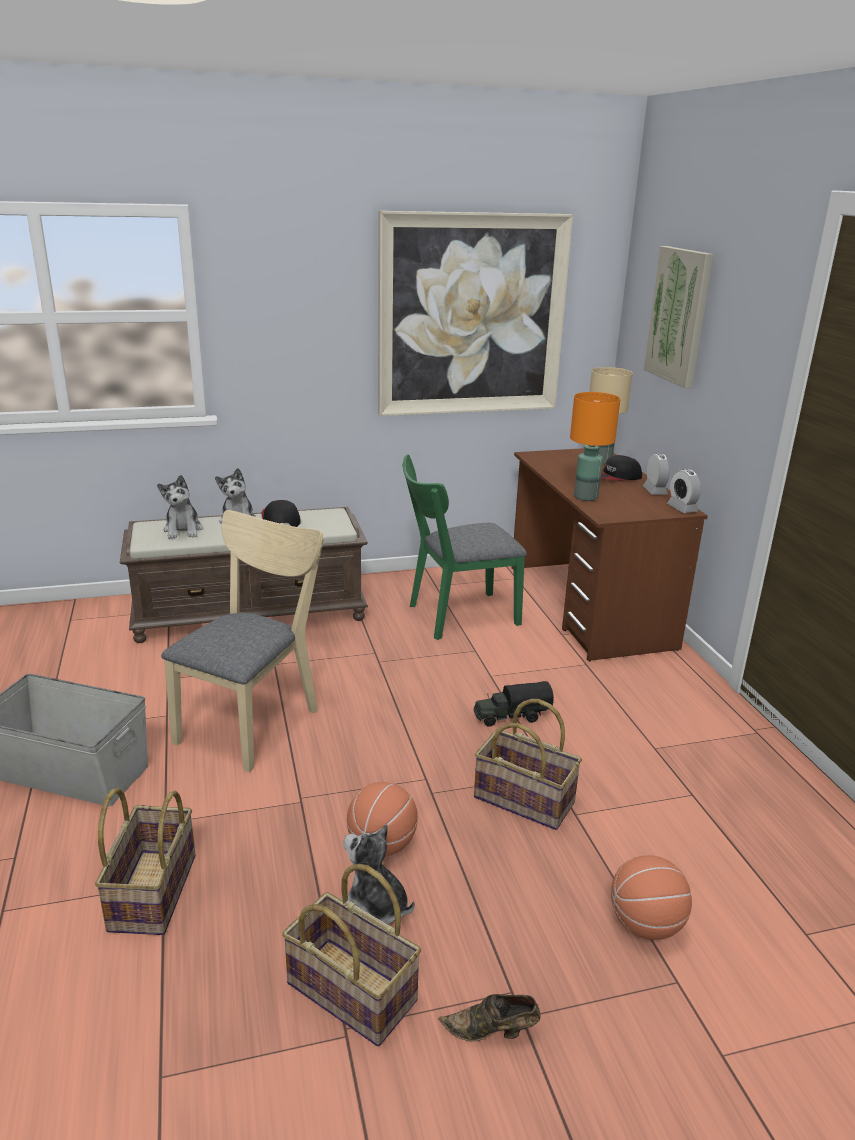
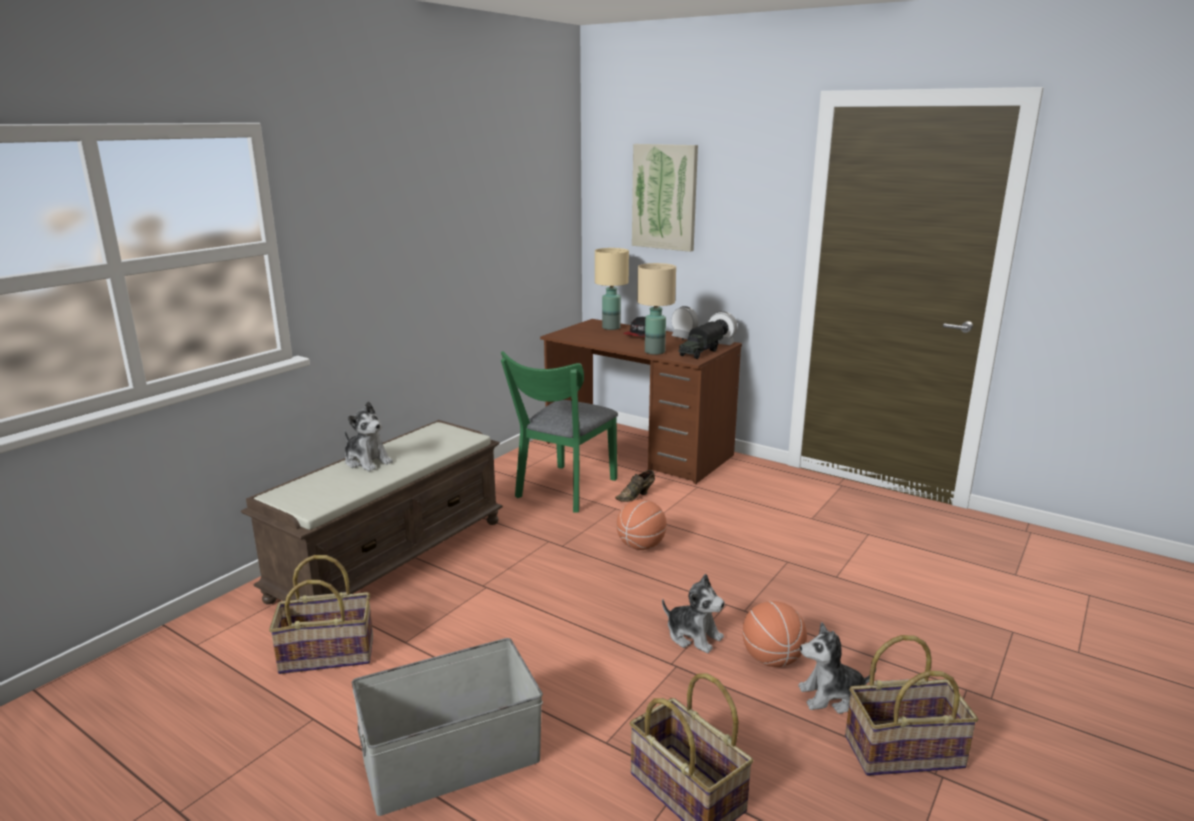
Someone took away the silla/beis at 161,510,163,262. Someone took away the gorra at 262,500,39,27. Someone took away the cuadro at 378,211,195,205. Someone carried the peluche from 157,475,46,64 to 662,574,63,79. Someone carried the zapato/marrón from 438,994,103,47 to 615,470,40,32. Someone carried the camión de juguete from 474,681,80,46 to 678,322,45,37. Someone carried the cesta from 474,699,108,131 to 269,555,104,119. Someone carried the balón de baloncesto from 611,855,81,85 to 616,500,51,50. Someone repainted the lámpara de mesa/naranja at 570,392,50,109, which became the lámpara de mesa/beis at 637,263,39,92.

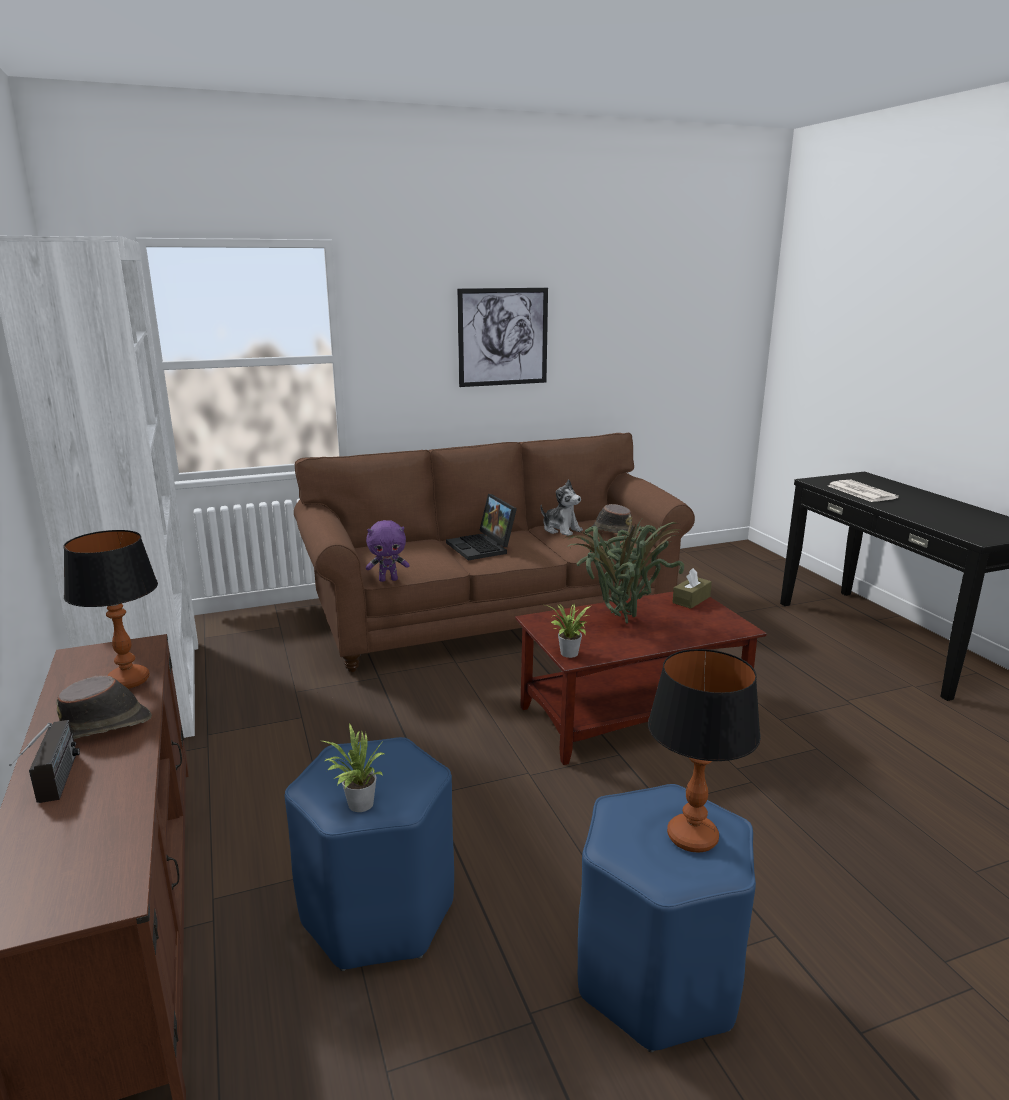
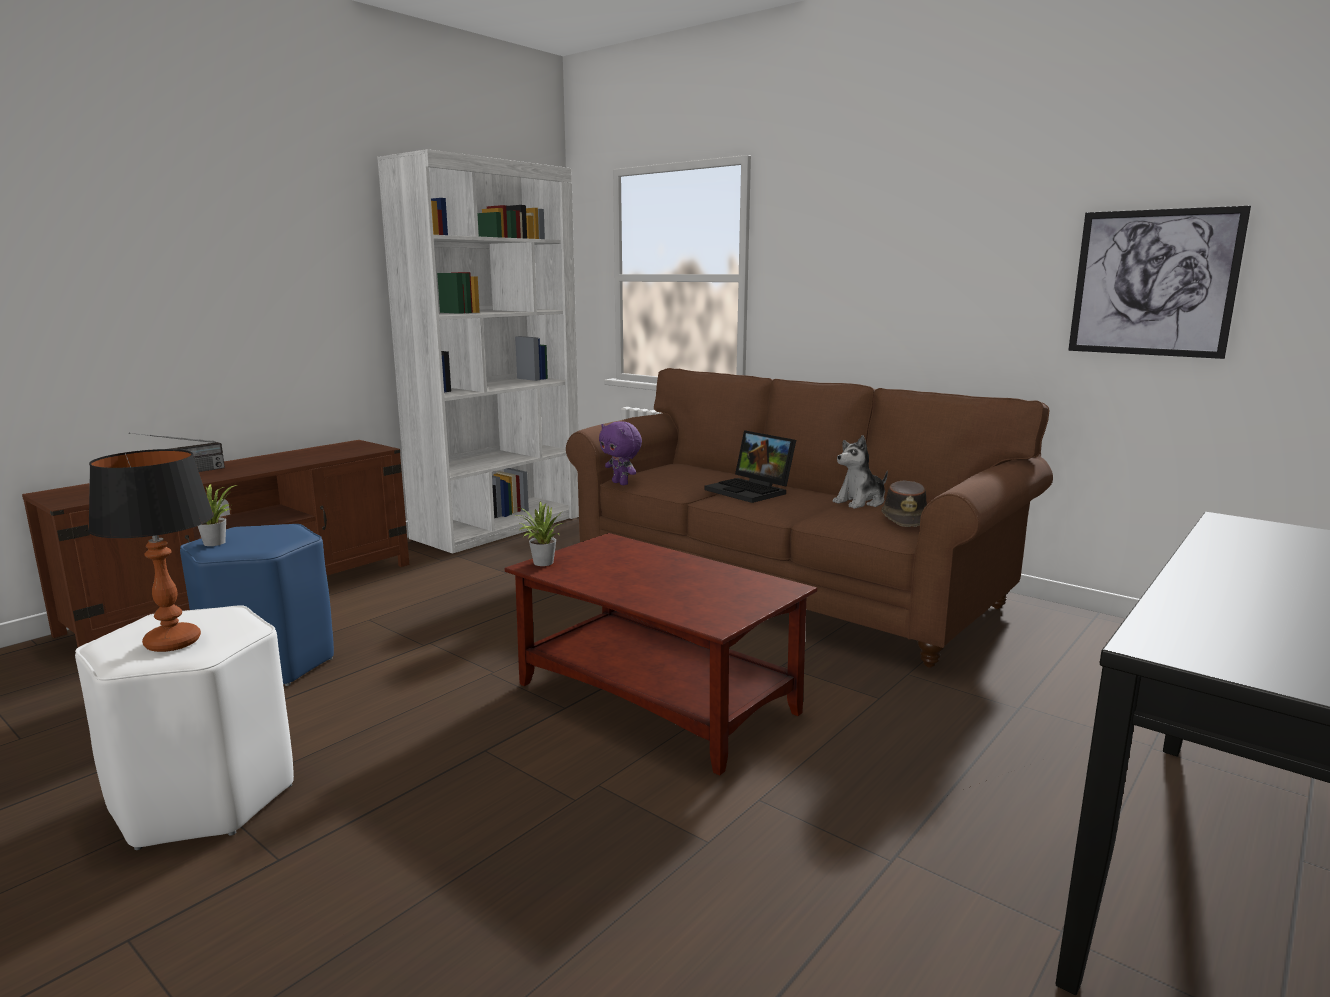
Someone took away the sombrero/marrón at 56,676,96,63. Someone took away the lámpara de mesa at 63,530,95,159. Someone took away the planta en maceta at 565,518,119,105. Someone took away the caja de pañuelos/marrón at 672,568,40,41. Someone took away the periódico at 829,480,70,22. Someone carried the cuadro from 457,288,91,99 to 1068,206,183,153. Someone repainted the taburete/azul at 578,784,178,268, which became the taburete/blanco at 75,605,219,245. Someone rotated the portátil at 446,494,71,66 by 75 degrees counterclockwise. Someone rotated the peluche at 540,480,43,56 by 45 degrees clockwise.

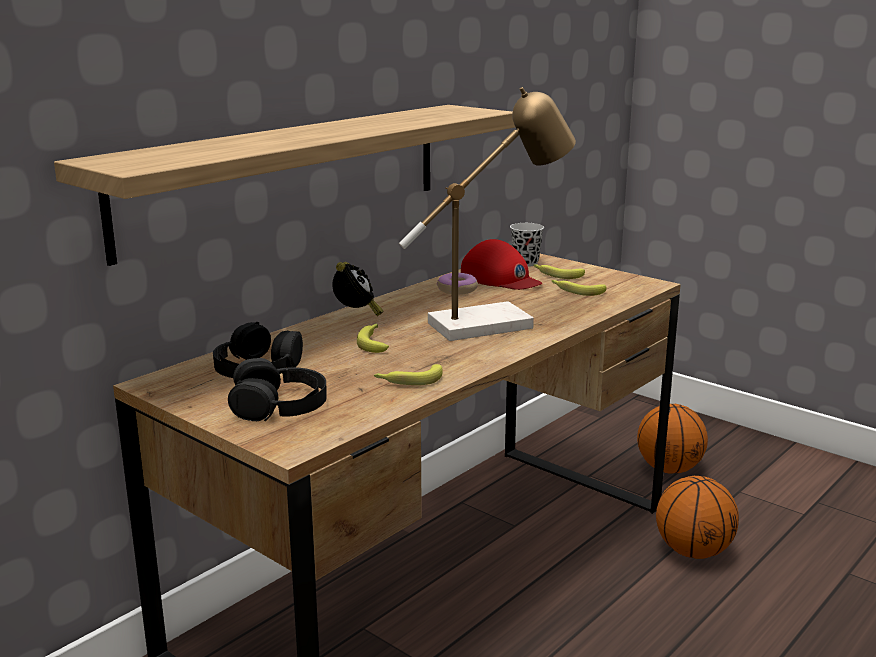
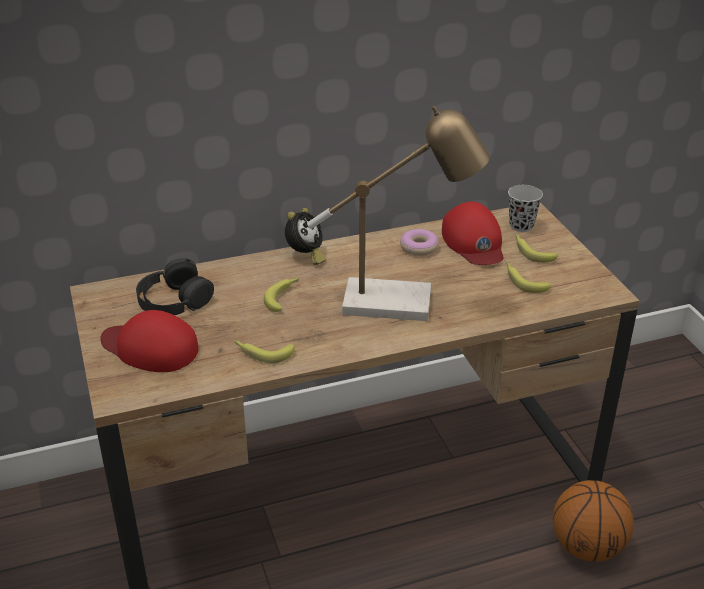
Someone took away the estante at 54,105,461,161. Someone took away the balón de baloncesto at 637,404,71,70. Someone swapped the auriculares/negro at 228,358,99,63 for the gorra/rojo at 100,310,99,62.

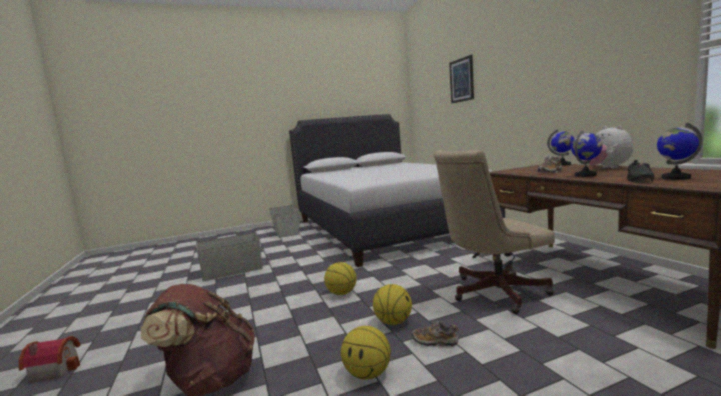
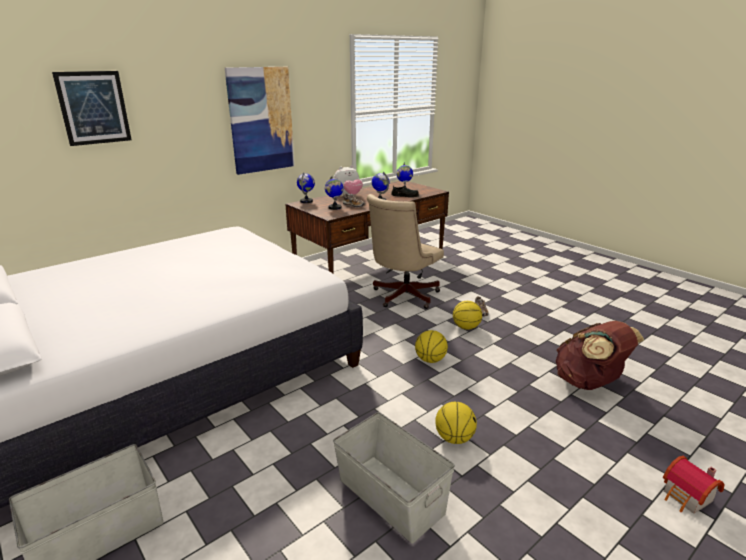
Someone put up the cuadro at 225,67,70,108. Someone put down the globo terráqueo at 325,176,19,34. Someone carried the balón de baloncesto from 341,326,50,54 to 435,402,42,42. Someone rotated the silla de oficina/beis at 434,150,121,164 by 75 degrees clockwise.

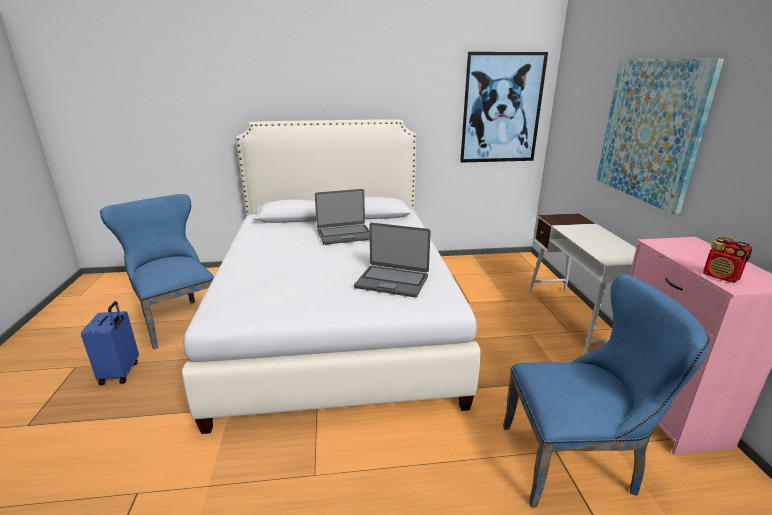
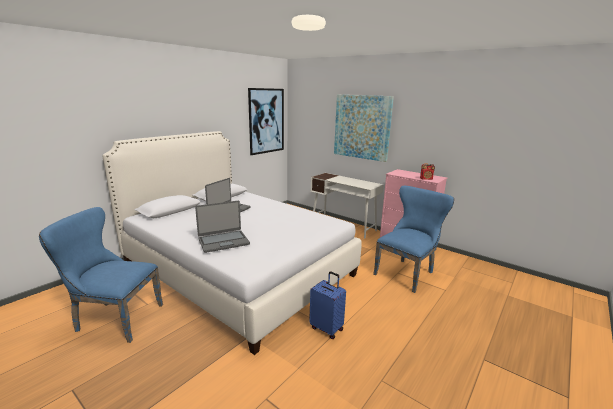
Someone carried the maleta/azul from 81,301,58,84 to 309,271,37,68. Someone carried the portátil from 354,223,77,74 to 195,201,55,52.

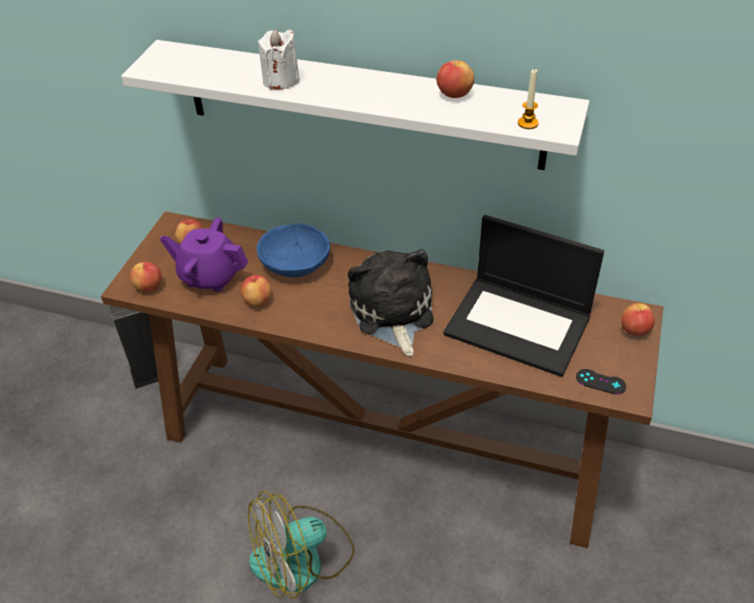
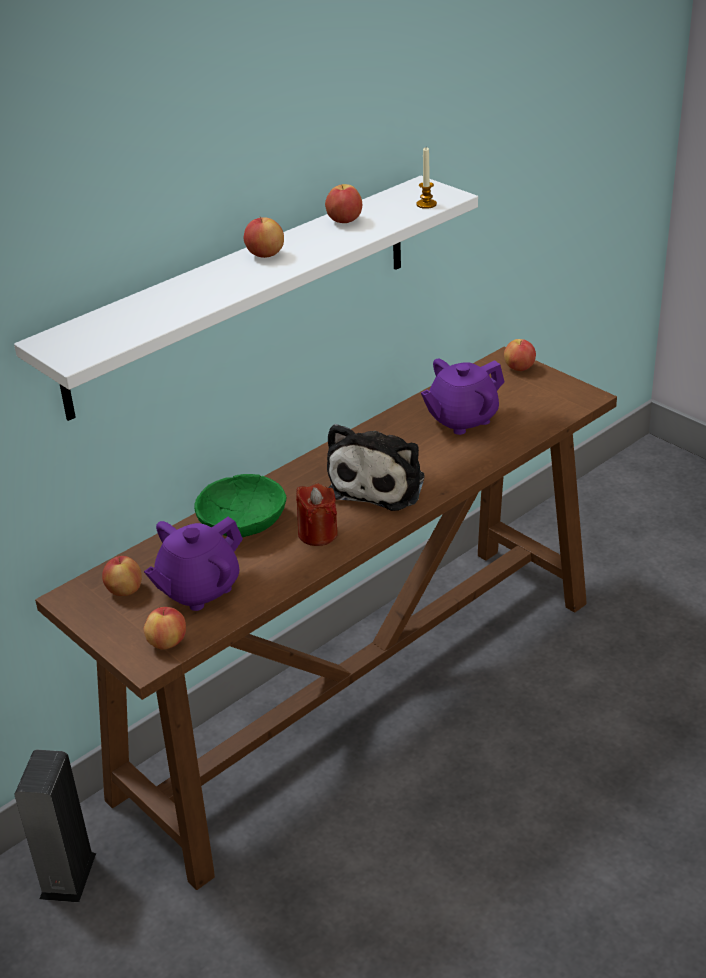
Someone took away the ventilador at 248,491,107,107. Someone took away the vela/blanco at 258,29,42,61. Someone took away the mando de consola/negro at 576,369,50,26. Someone put down the vela/rojo at 296,484,42,62. Someone carried the manzana from 241,275,30,32 to 244,217,40,41. Someone swapped the portátil at 443,215,161,162 for the tetera/morado at 421,359,83,76. Someone repainted the cuenco/azul at 257,223,73,54, which became the cuenco/verde at 194,474,92,63. Someone rotated the peluche at 348,249,86,107 by 90 degrees counterclockwise.

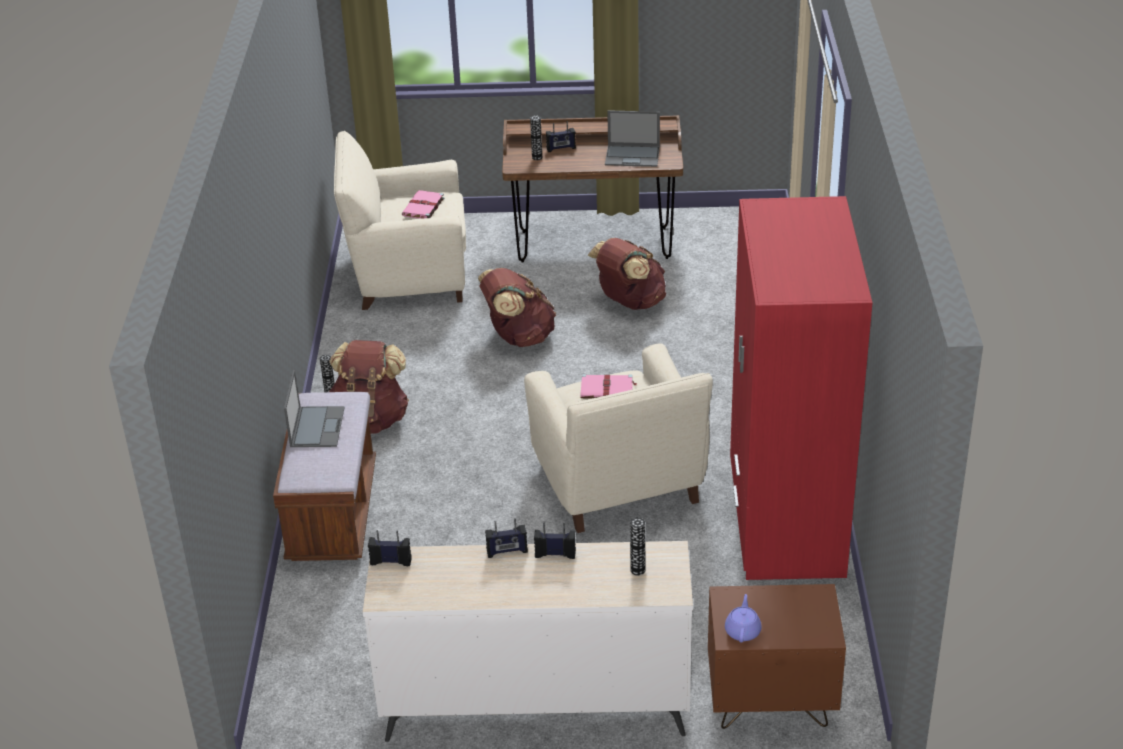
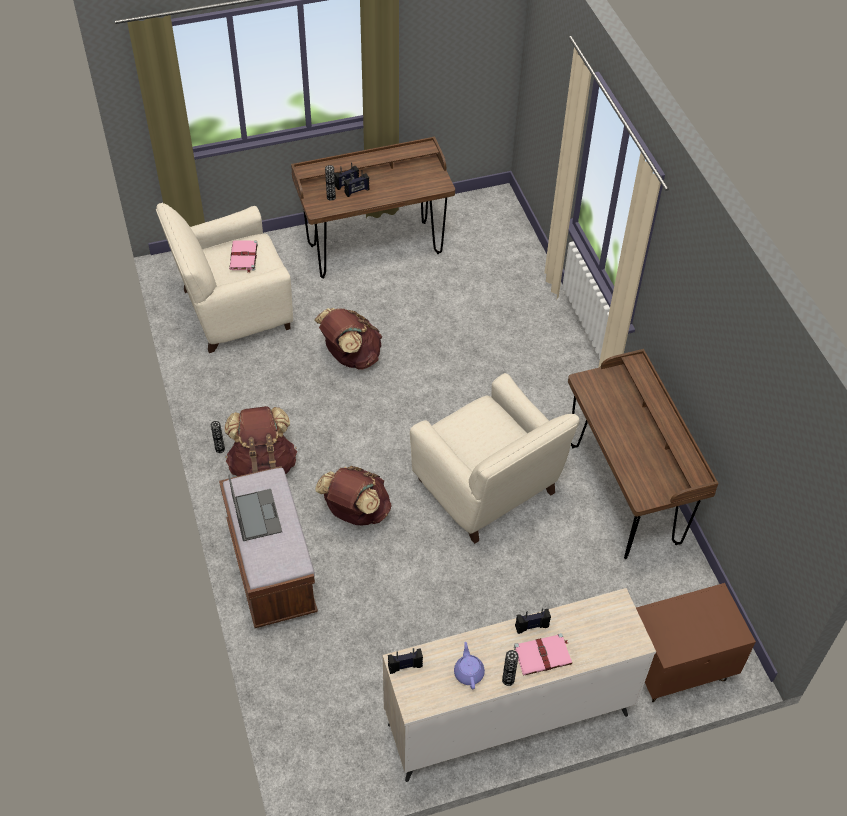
Someone took away the portátil at 605,110,55,57. Someone carried the radio from 485,518,43,40 to 344,170,26,27. Someone carried the libro/rosa from 580,374,57,25 to 514,633,58,43. Someone carried the mochila/marrón from 588,238,78,72 to 315,466,77,59. Someone carried the florero from 630,518,15,57 to 502,650,17,36. Someone carried the tetera/morado from 725,594,37,49 to 454,642,31,47. Someone swapped the armario ropero/rojo at 730,196,143,384 for the escritorio/marrón at 568,349,151,210.

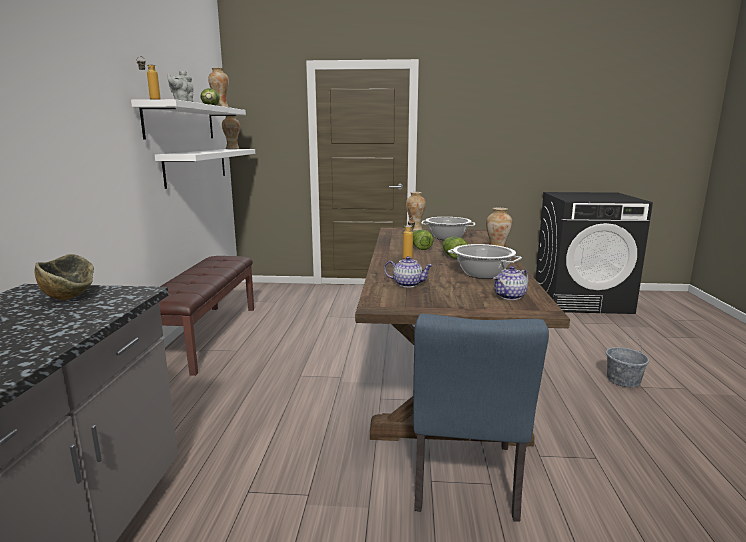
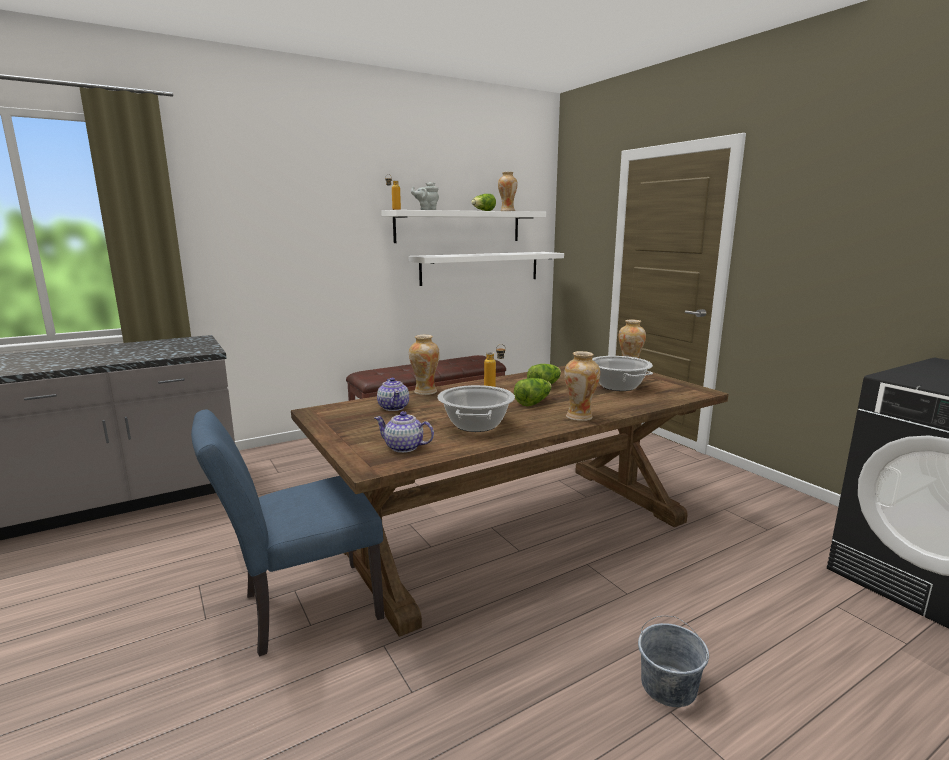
Someone took away the cuenco at 35,254,59,46. Someone carried the florero from 222,116,18,33 to 409,335,31,60.

